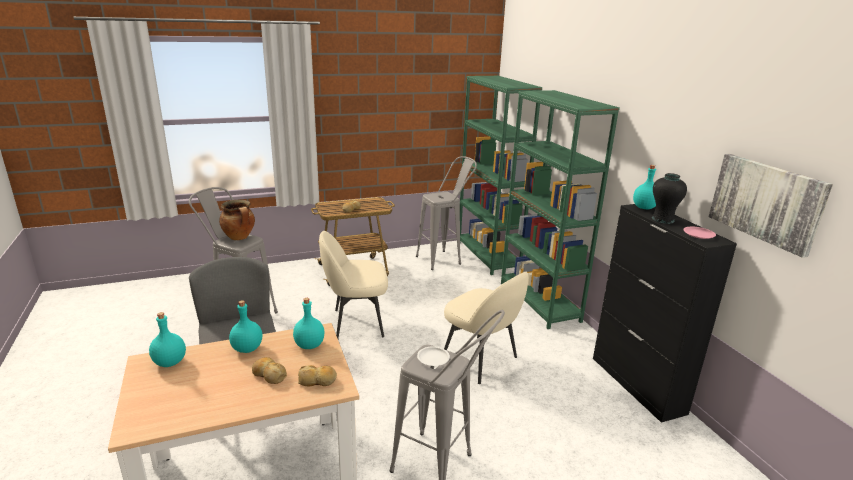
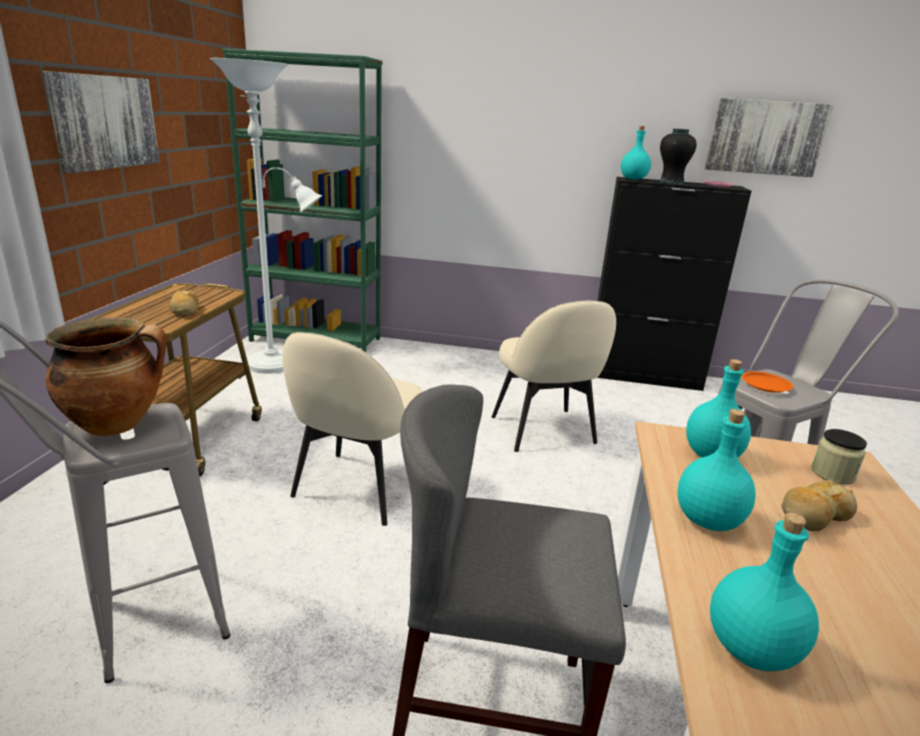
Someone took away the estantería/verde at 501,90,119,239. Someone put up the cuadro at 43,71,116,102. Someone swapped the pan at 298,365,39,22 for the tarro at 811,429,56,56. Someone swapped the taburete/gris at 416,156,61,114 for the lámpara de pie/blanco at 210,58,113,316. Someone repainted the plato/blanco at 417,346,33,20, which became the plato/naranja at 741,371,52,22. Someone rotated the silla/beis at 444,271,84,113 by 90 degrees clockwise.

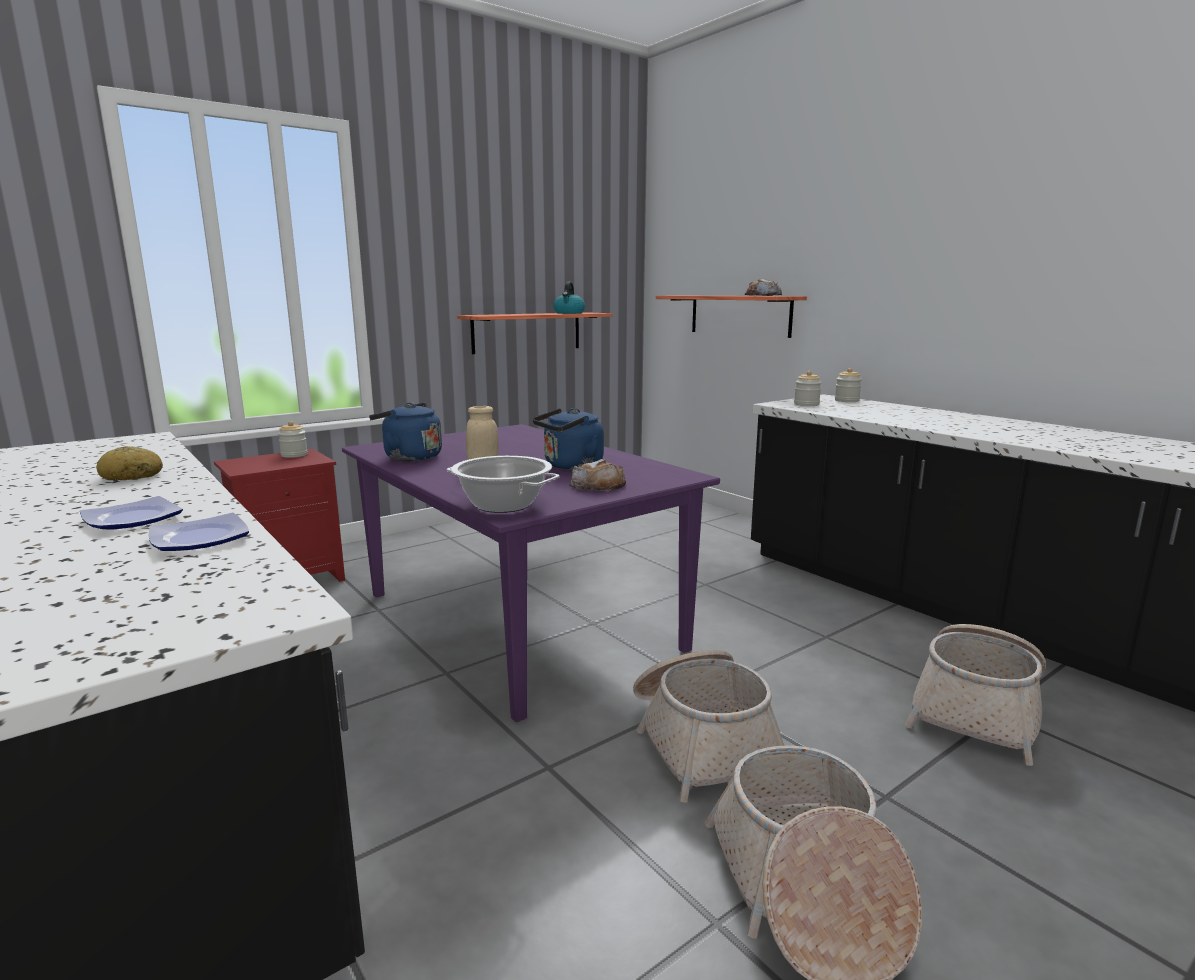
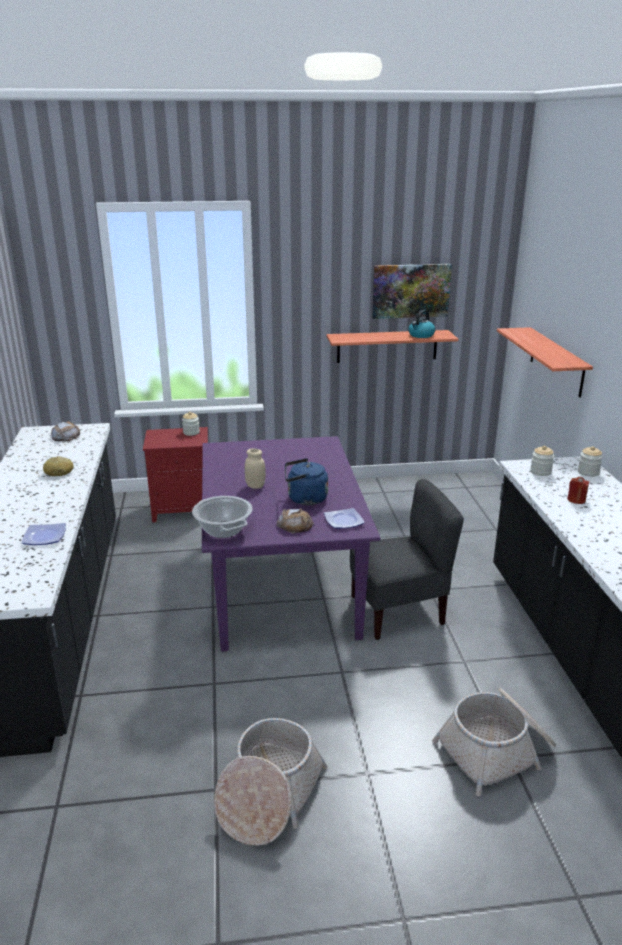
Someone took away the hervidor/azul at 369,403,73,58. Someone took away the cesta at 633,650,151,153. Someone put down the silla/gris at 350,479,114,161. Someone put up the cuadro at 372,264,80,55. Someone put down the vela/rojo at 567,477,23,27. Someone carried the plato from 80,496,103,34 to 324,508,41,21. Someone carried the pan from 745,278,37,18 to 51,421,29,20.

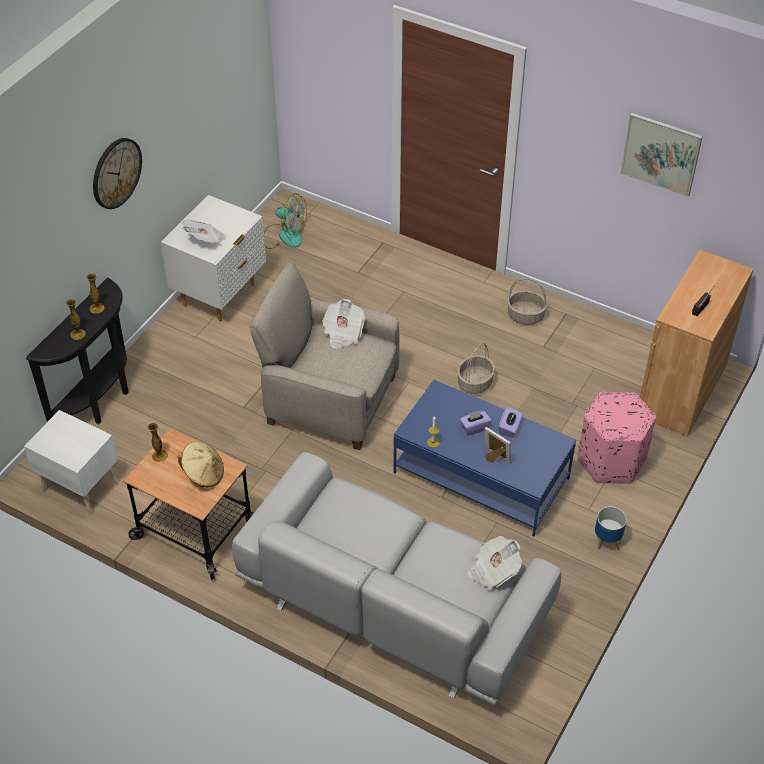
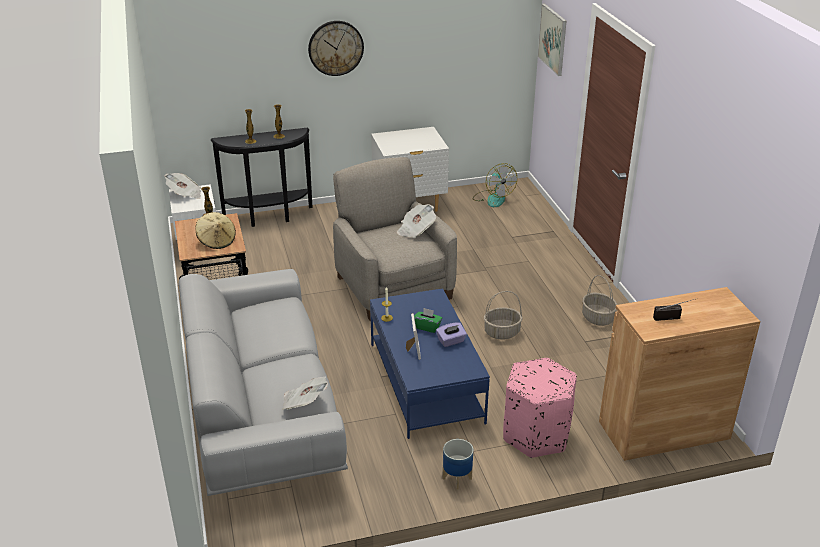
Someone carried the periódico from 182,219,45,24 to 165,173,36,26. Someone carried the cuadro from 620,113,83,84 to 538,3,28,73. Someone repainted the caja de pañuelos/morado at 460,410,32,26, which became the caja de pañuelos/verde at 414,308,28,25.

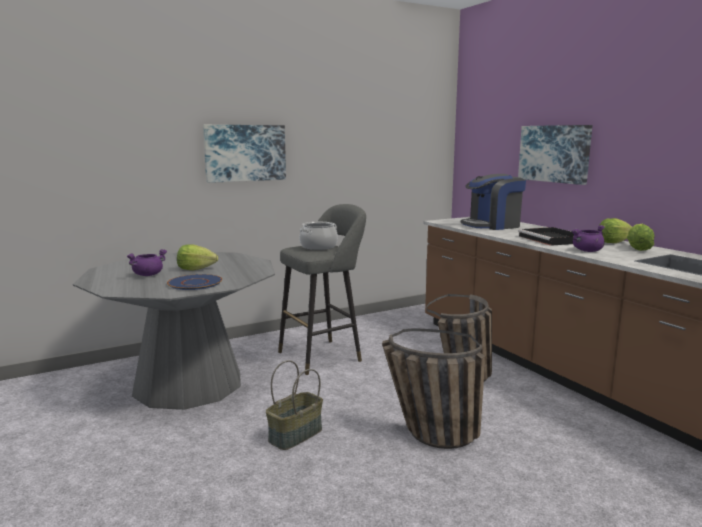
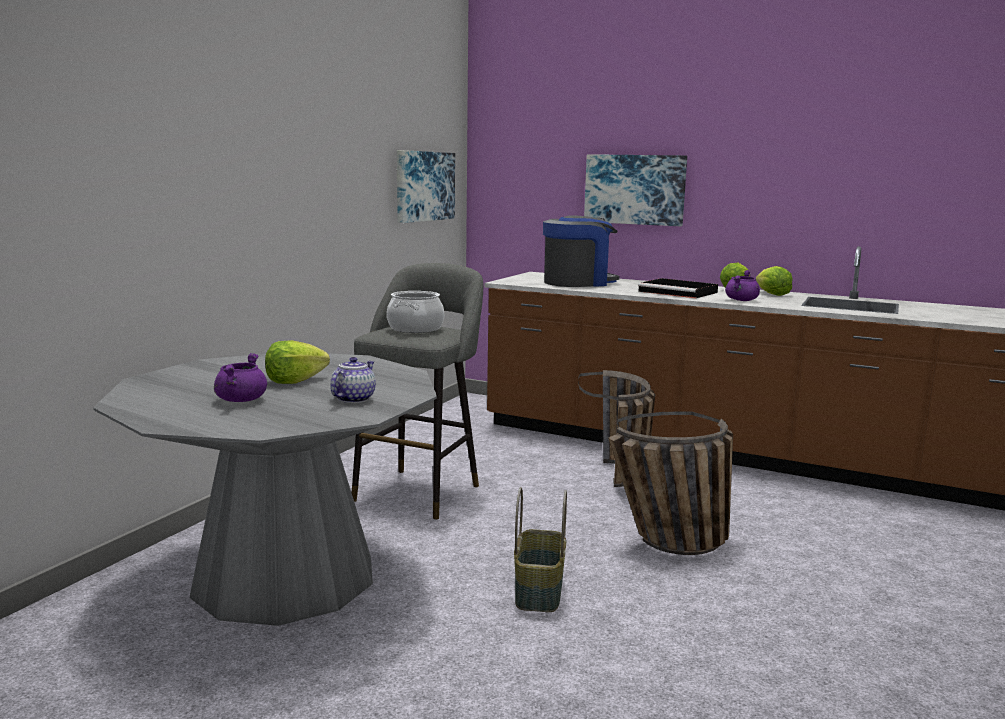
Someone carried the cuadro from 203,125,83,58 to 397,150,58,73. Someone swapped the plato/azul at 167,274,55,16 for the tetera at 330,357,46,46. Someone rotated the cafetera at 461,174,65,56 by 150 degrees counterclockwise.

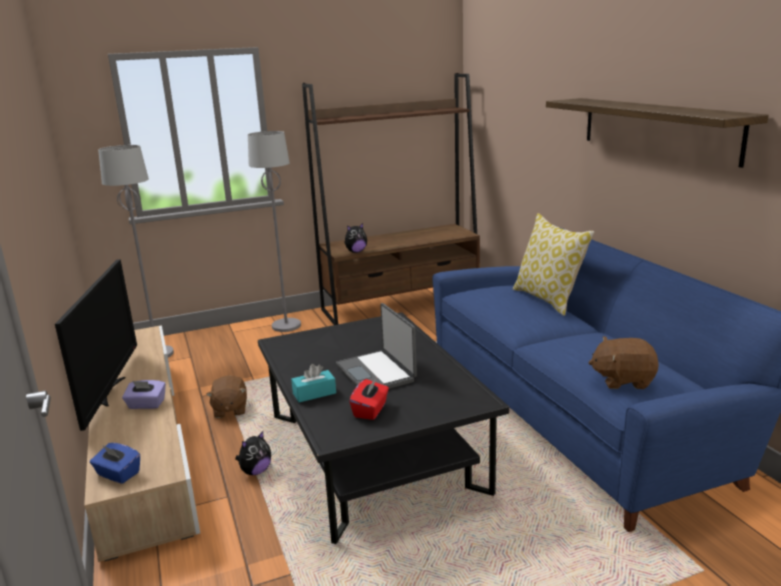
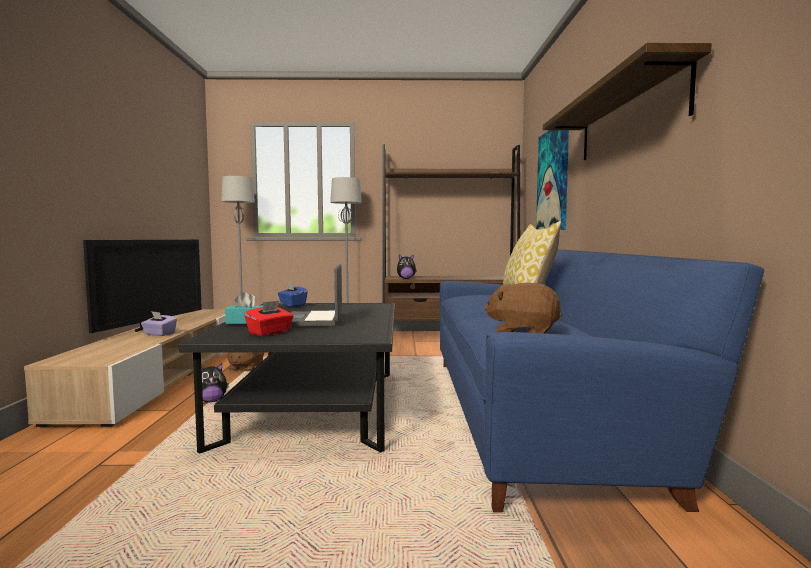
Someone put up the cuadro at 536,130,33,100. Someone carried the caja de pañuelos/azul from 90,443,50,41 to 278,282,30,25.

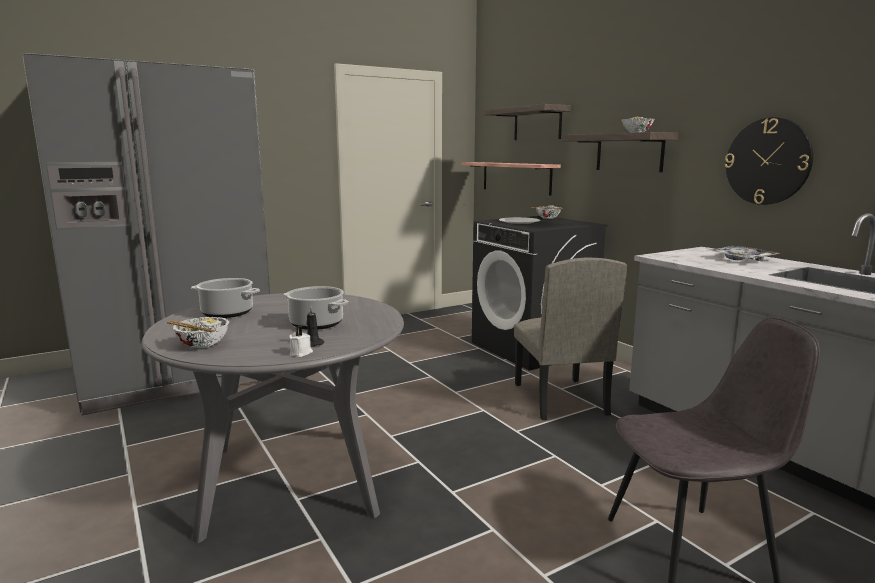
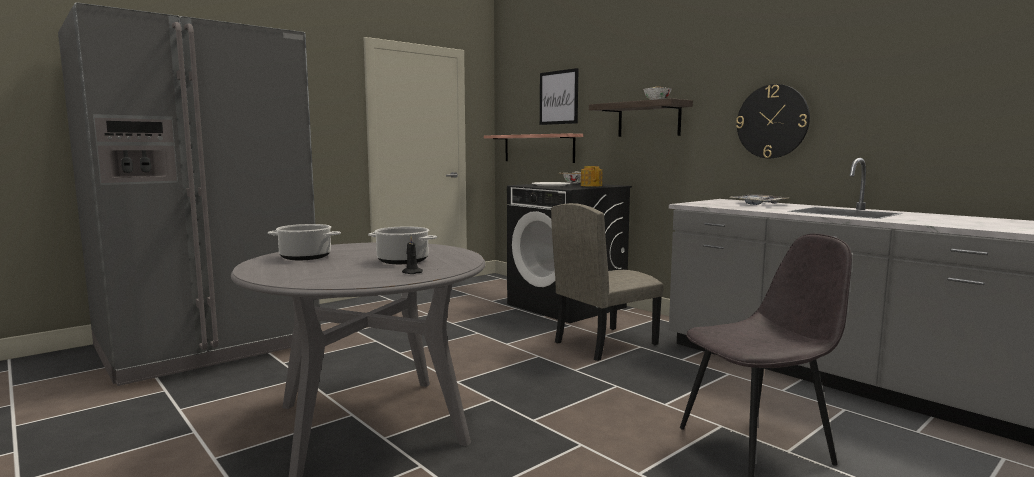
Someone took away the cuenco at 167,317,62,31. Someone took away the vela/blanco at 289,326,24,31. Someone put down the tetera at 581,166,22,21. Someone swapped the estante at 484,104,87,36 for the cuadro at 540,68,39,57. Someone rotated the silla/beis at 514,257,113,163 by 75 degrees clockwise.

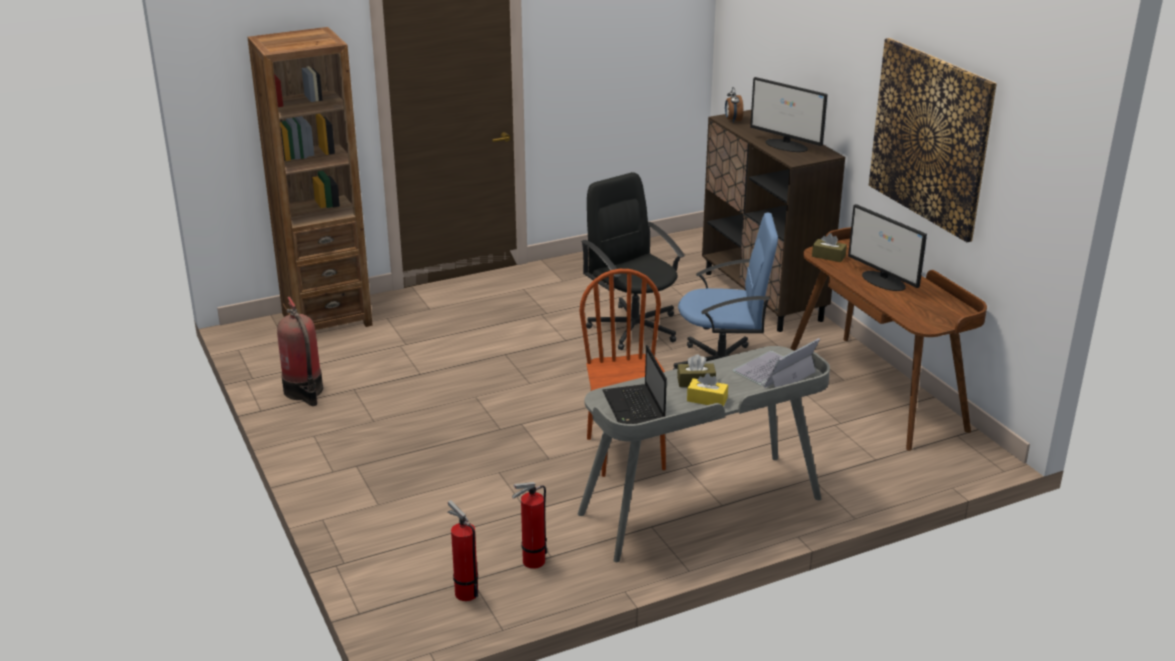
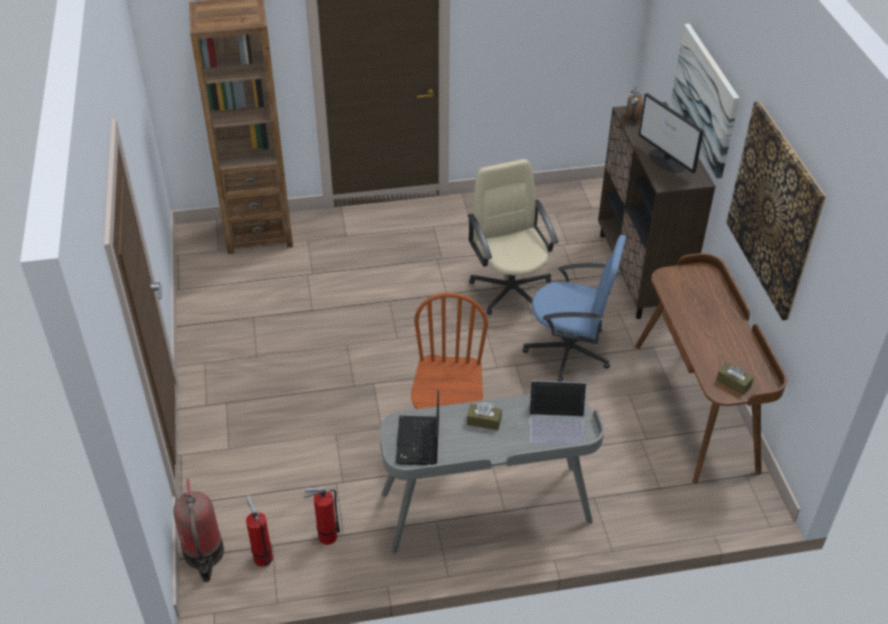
Someone took away the caja de pañuelos/amarillo at 687,373,41,33. Someone took away the monitor at 848,204,79,87. Someone put up the cuadro at 671,24,69,155. Someone carried the extintor from 277,297,46,109 to 173,478,51,104. Someone carried the caja de pañuelos/marrón from 812,233,35,29 to 716,363,38,32. Someone repainted the silla de oficina/negro at 581,172,104,178, which became the silla de oficina/beis at 467,159,91,156. Someone rotated the portátil at 733,338,87,50 by 150 degrees counterclockwise.

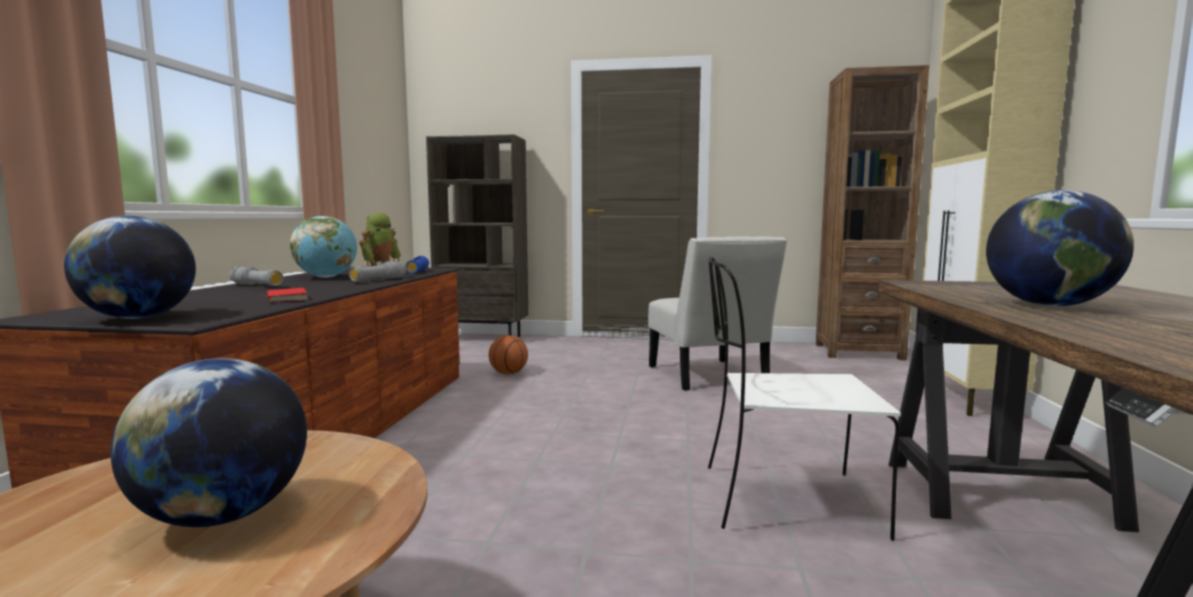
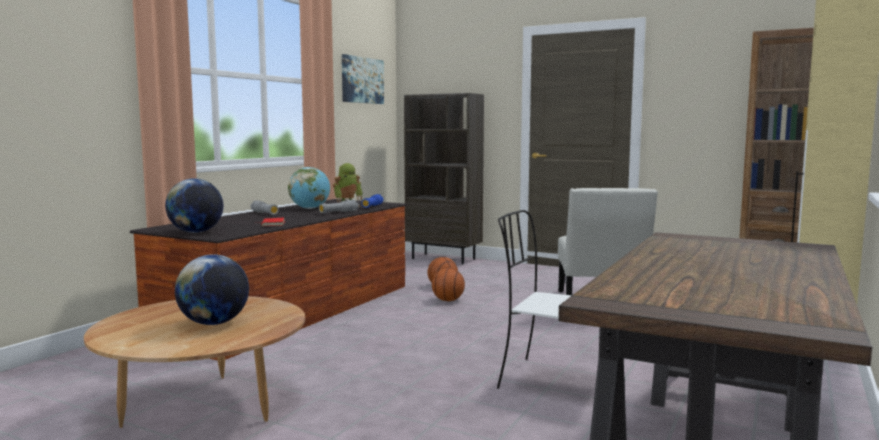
Someone took away the globo terráqueo at 986,190,148,117. Someone put up the cuadro at 342,54,42,50. Someone put down the balón de baloncesto at 432,268,33,33.

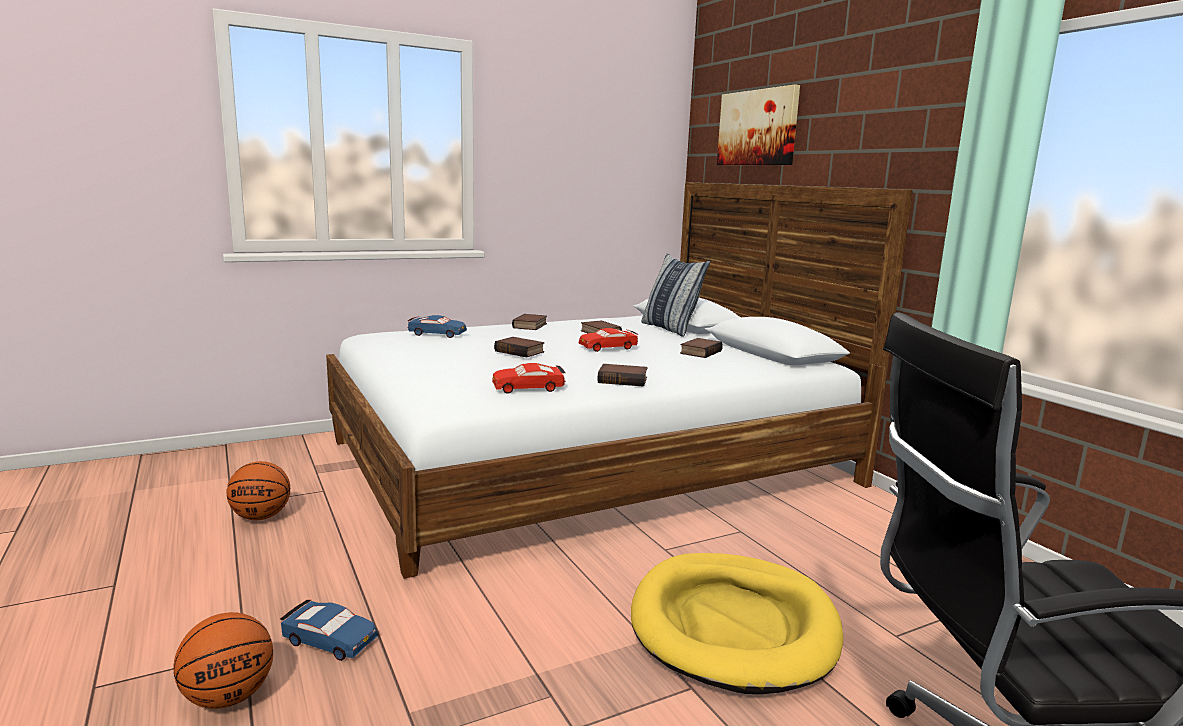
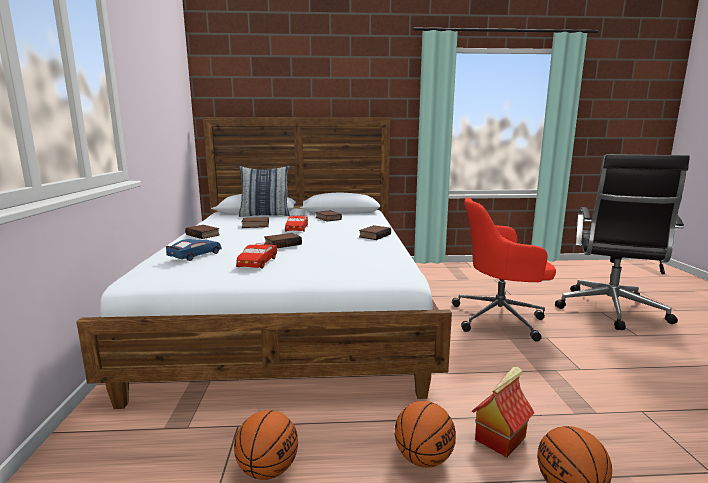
Someone took away the cuadro at 717,84,83,81. Someone put down the balón de baloncesto at 395,401,61,66. Someone carried the coche de juguete/rojo from 492,363,74,31 to 236,243,41,26. Someone swapped the coche de juguete/azul at 280,600,98,61 for the casita at 471,367,63,90. Someone swapped the cama para perro/amarillo at 631,553,212,141 for the silla de oficina/rojo at 452,198,104,144.

